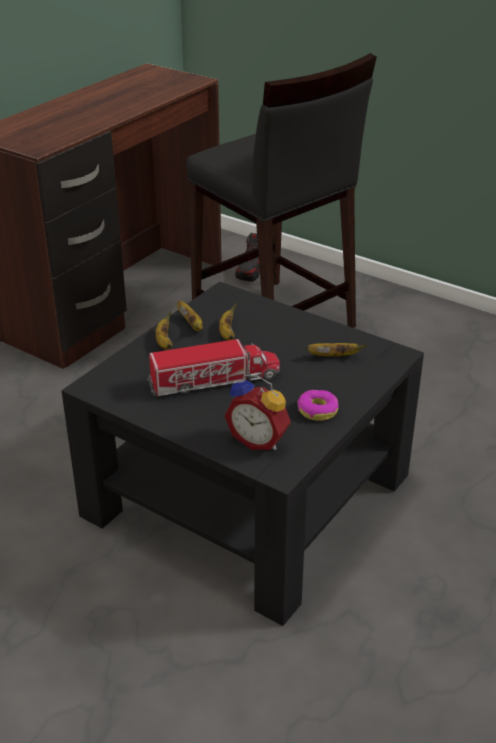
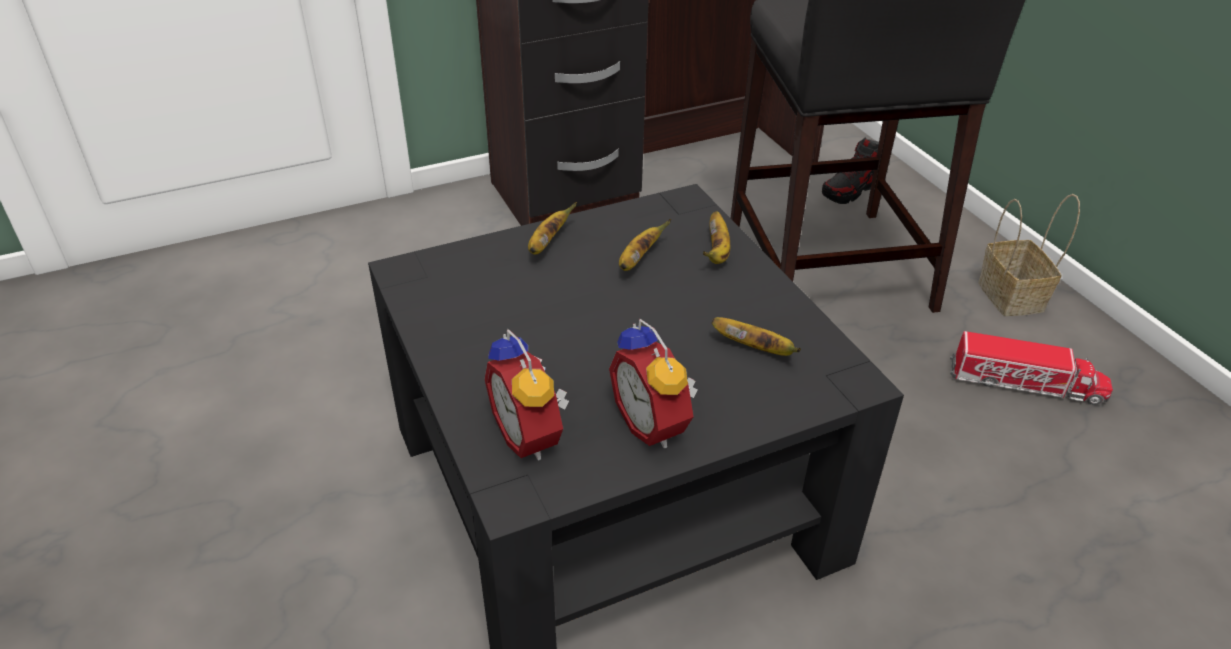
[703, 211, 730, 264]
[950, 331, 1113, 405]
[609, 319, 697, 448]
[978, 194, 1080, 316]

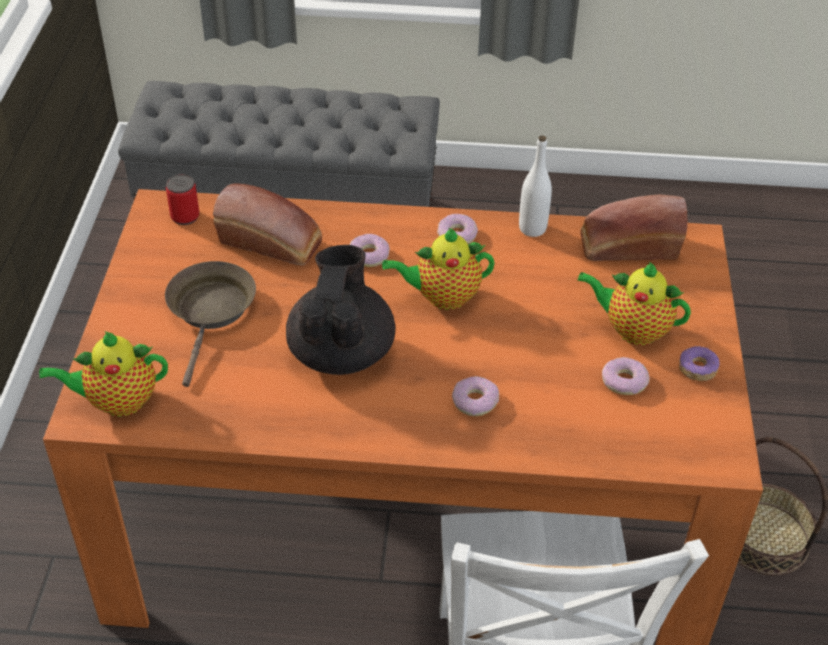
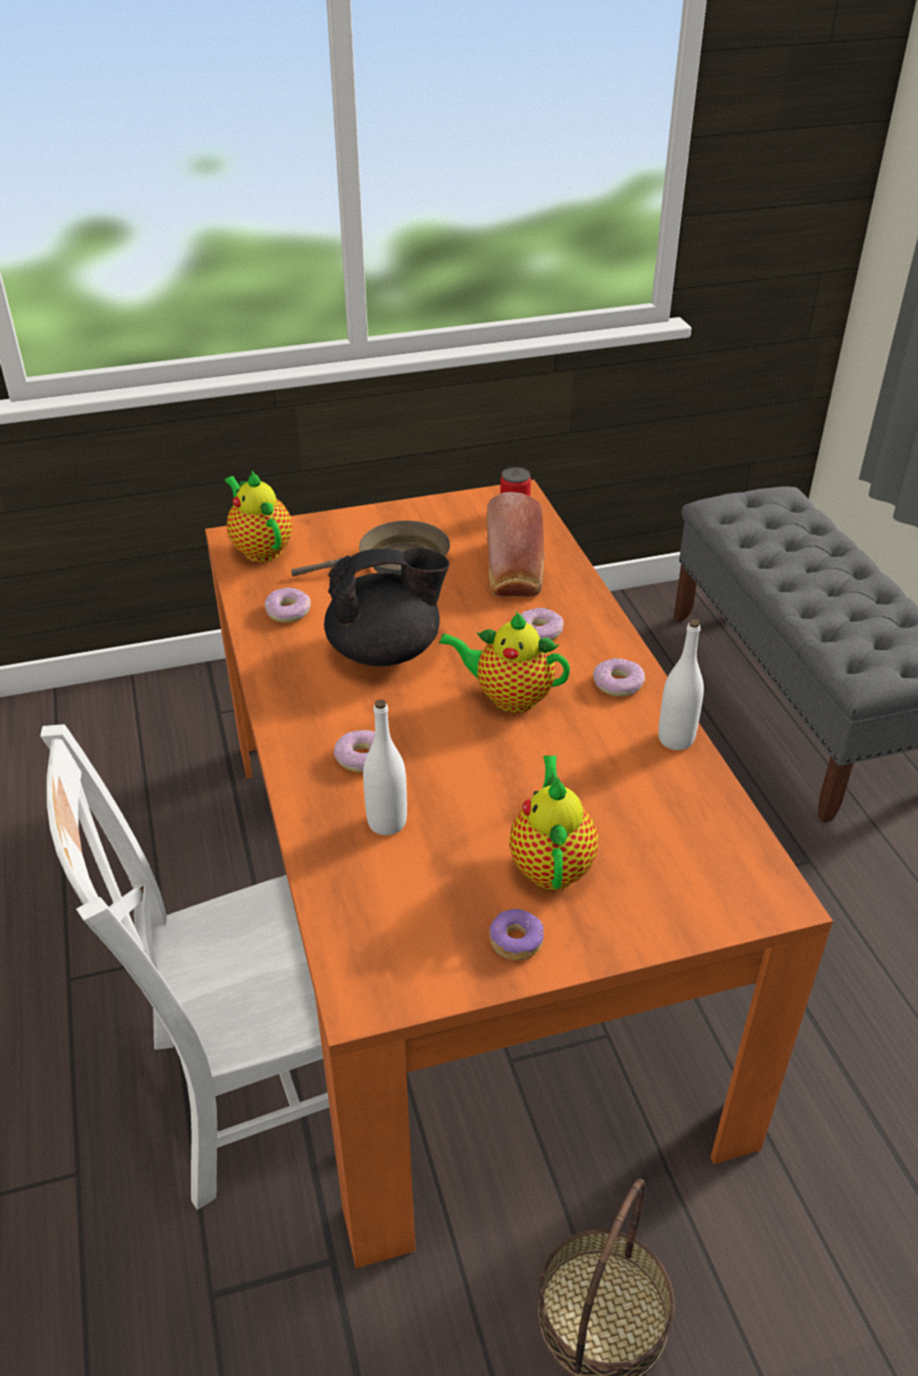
[580, 195, 688, 261] (first image)
[439, 611, 570, 713]
[264, 588, 311, 623]
[363, 699, 407, 835]

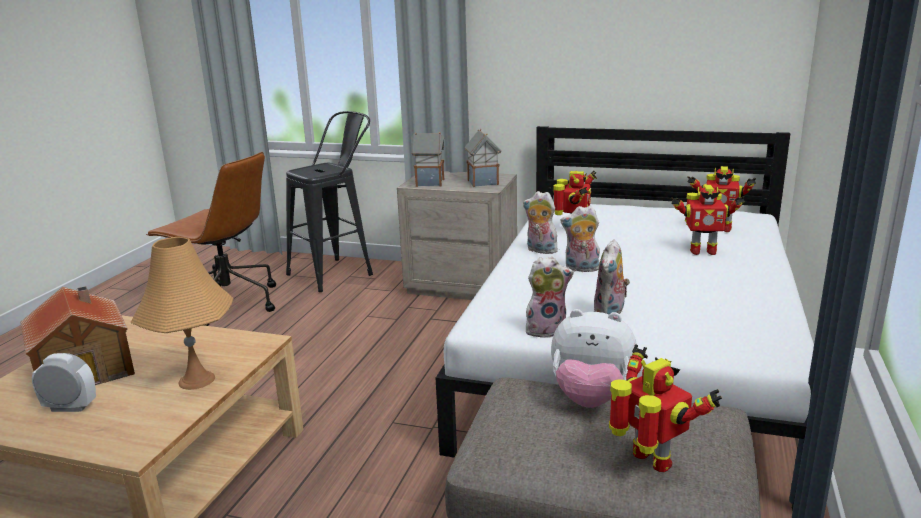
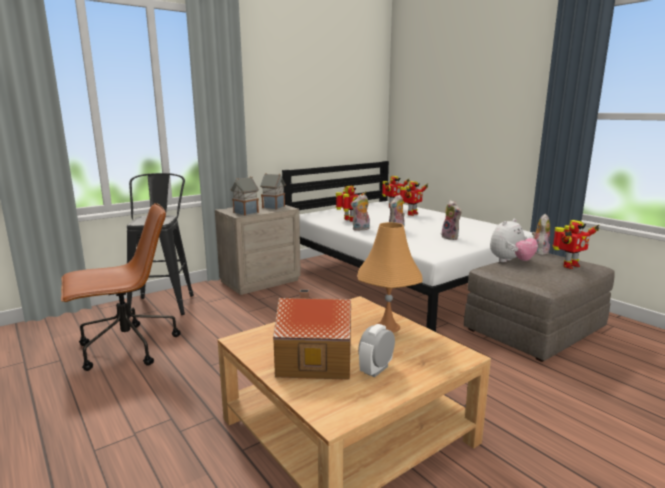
[532, 214, 550, 255]
[553, 220, 599, 269]

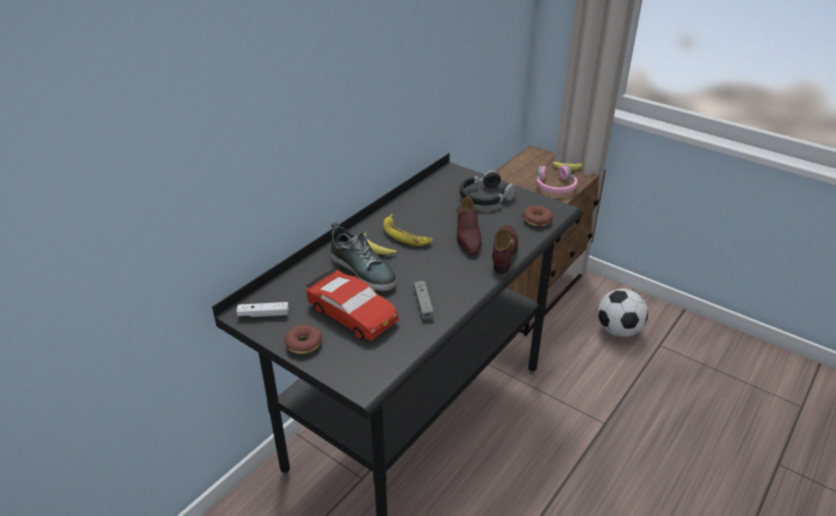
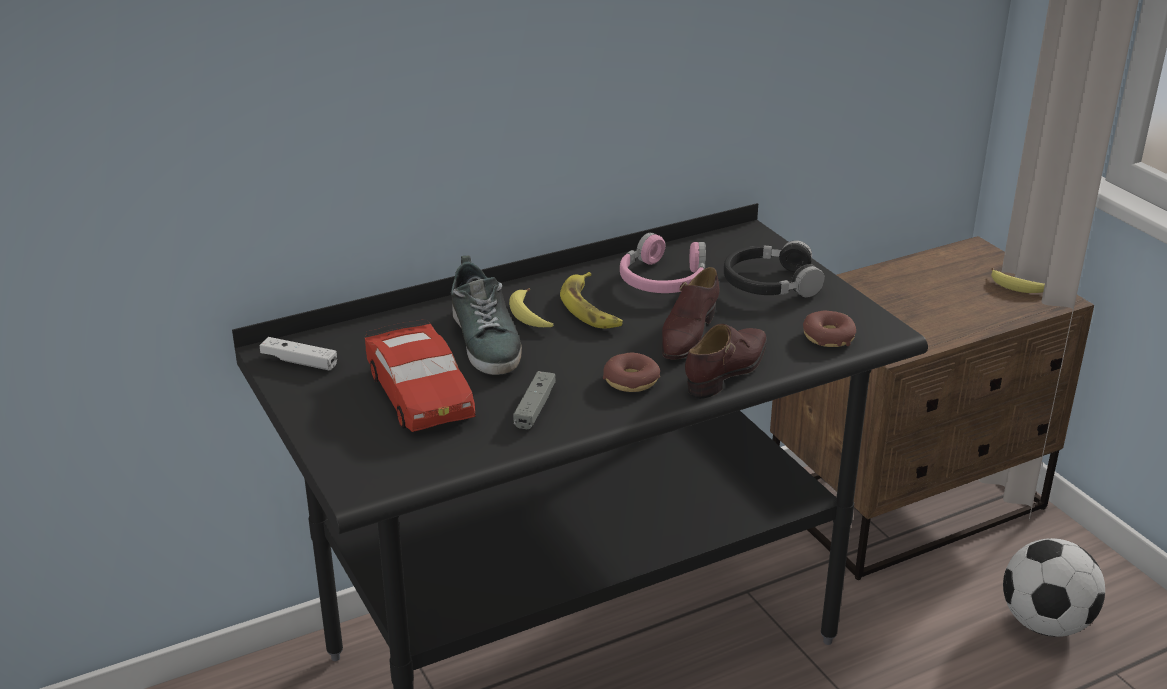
[620, 233, 706, 293]
[603, 353, 660, 392]

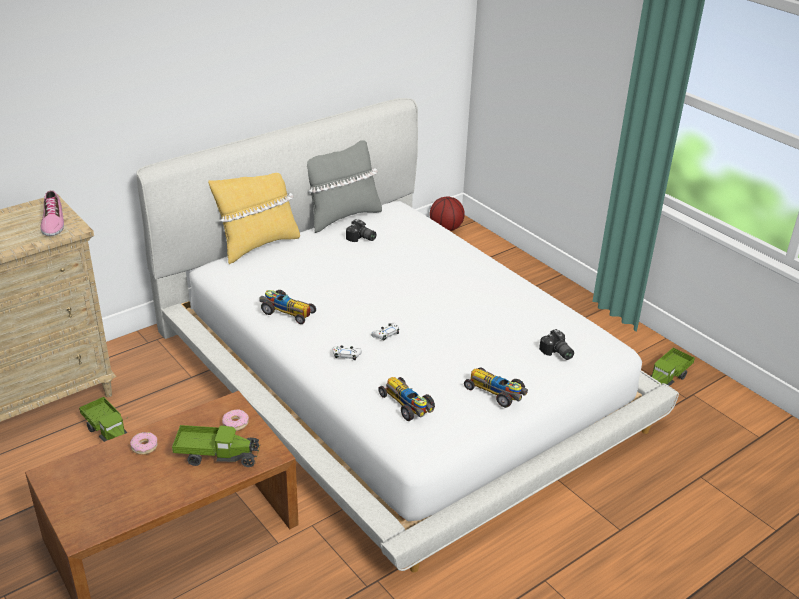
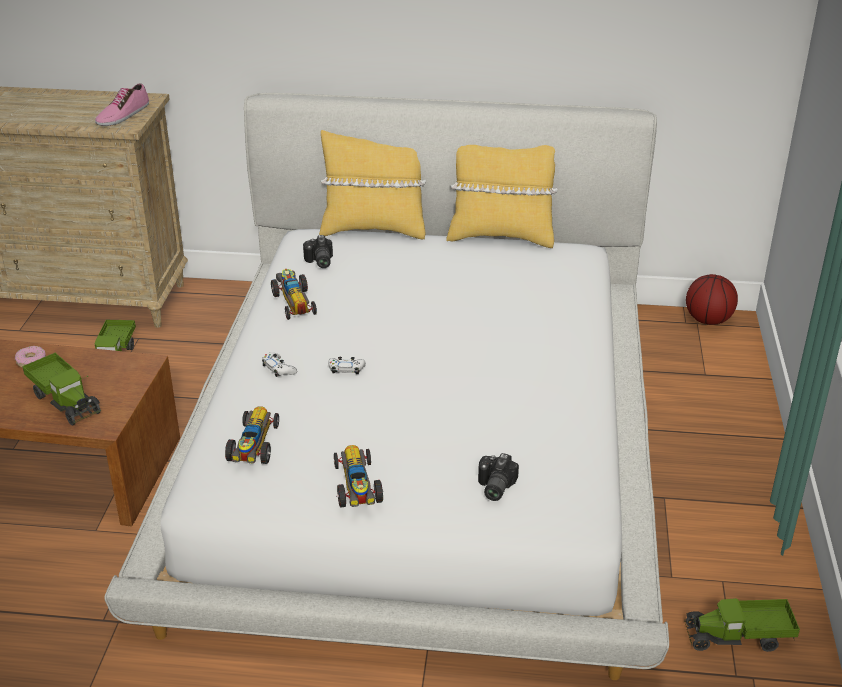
[446, 145, 558, 248]
[303, 235, 333, 268]
[222, 409, 249, 431] (first image)

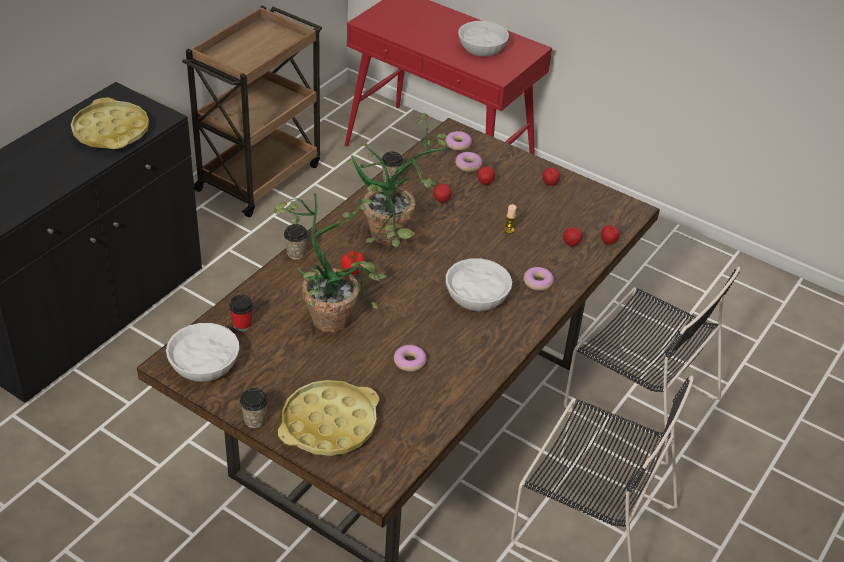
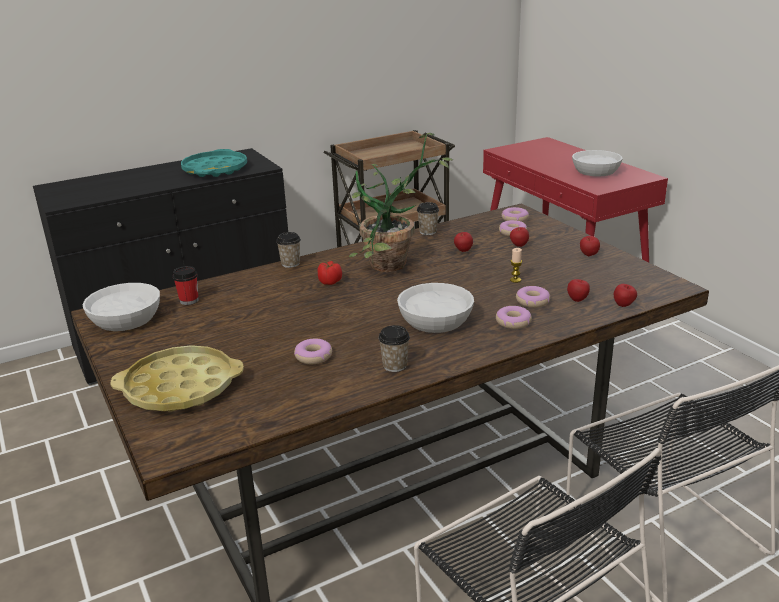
[181, 149, 247, 177]
[273, 193, 387, 333] (first image)
[378, 325, 410, 372]
[516, 286, 550, 308]

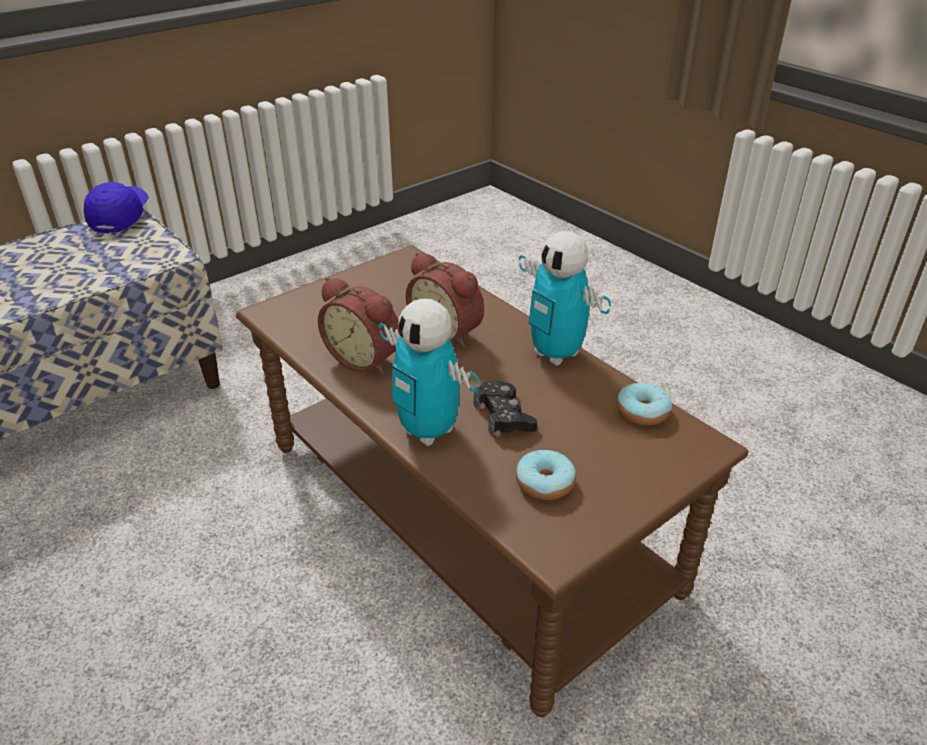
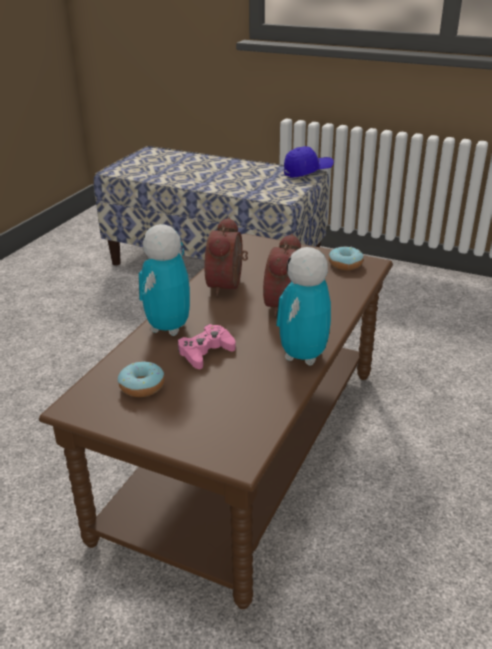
[178, 324, 236, 369]
[329, 246, 363, 270]

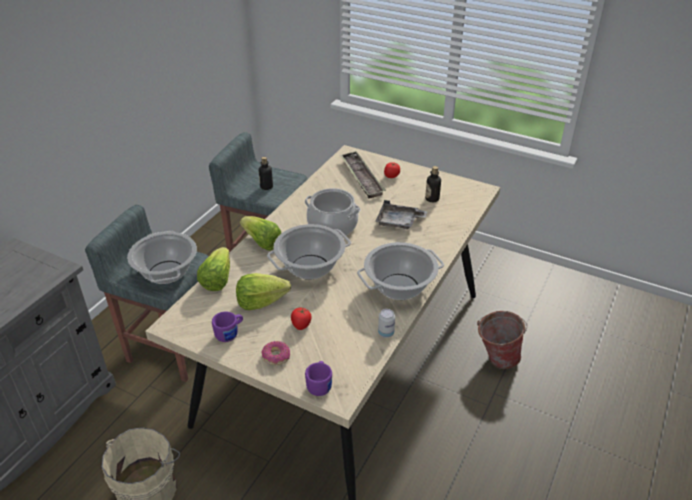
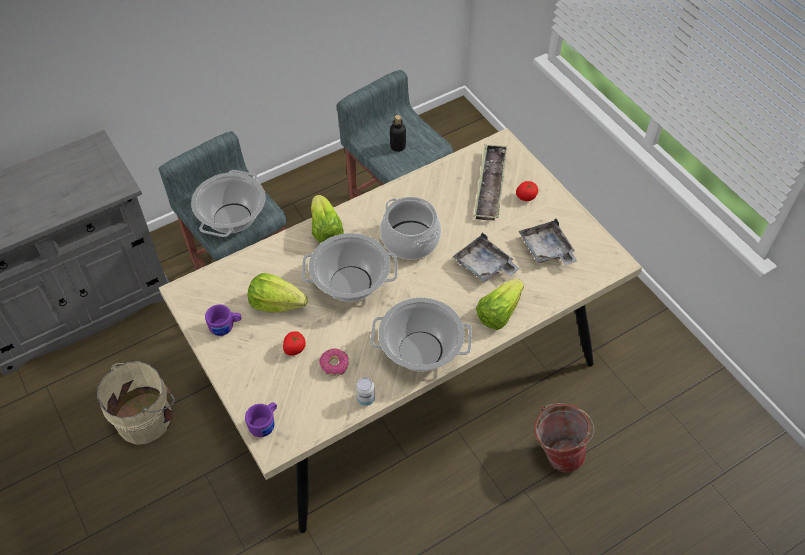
[519, 218, 577, 265]
[476, 279, 524, 330]
[319, 349, 349, 376]

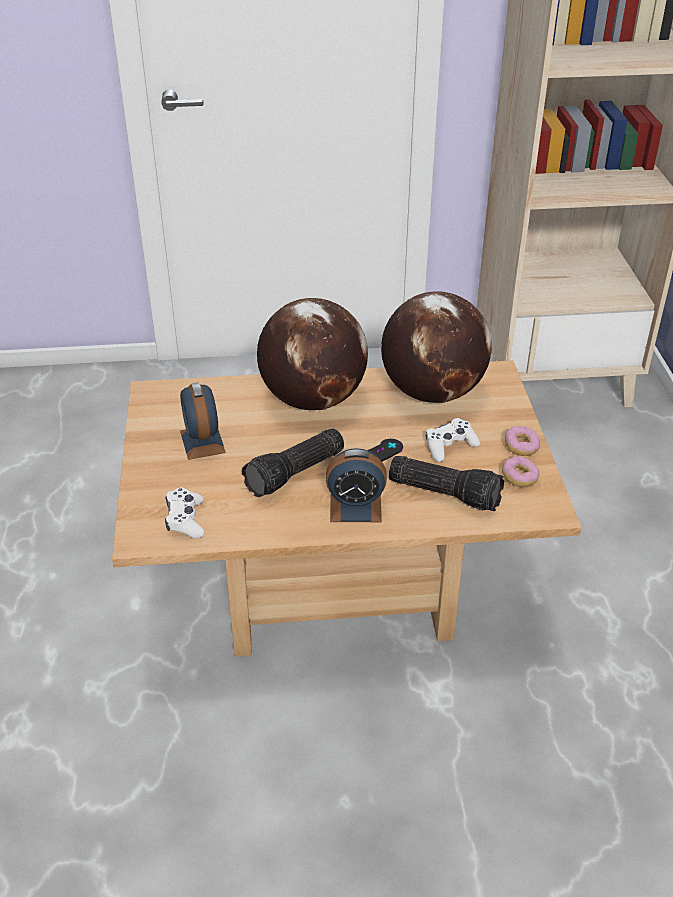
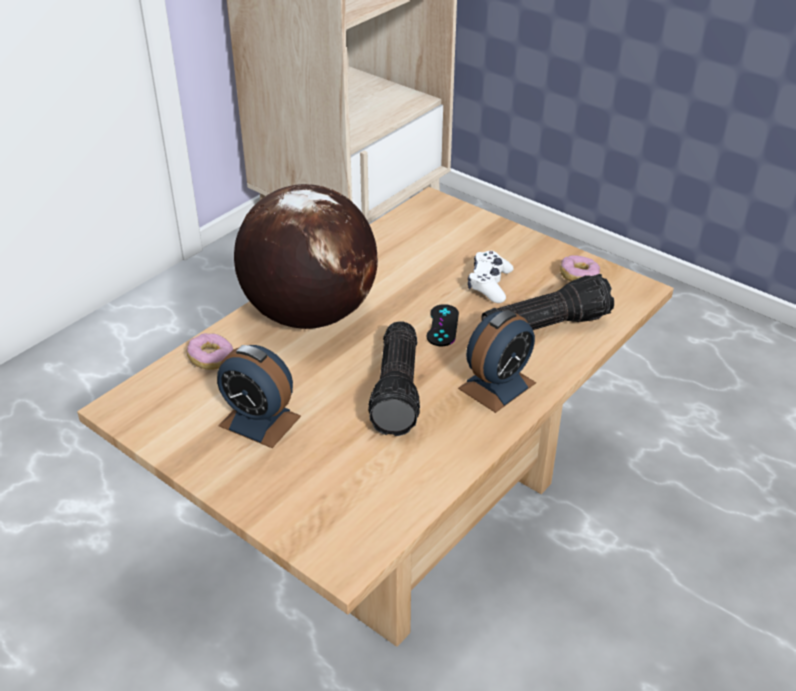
[381, 291, 492, 403] (first image)
[187, 333, 233, 370]
[165, 487, 205, 538] (first image)

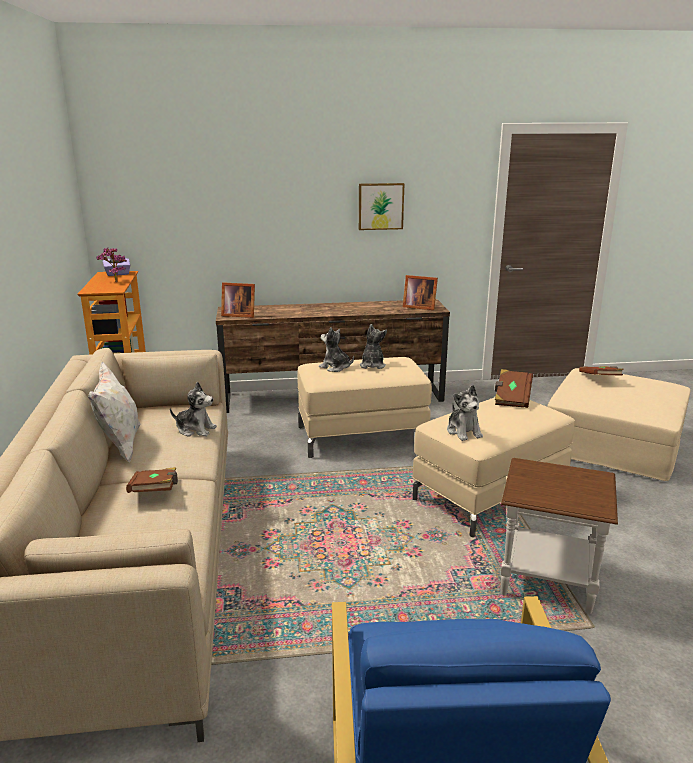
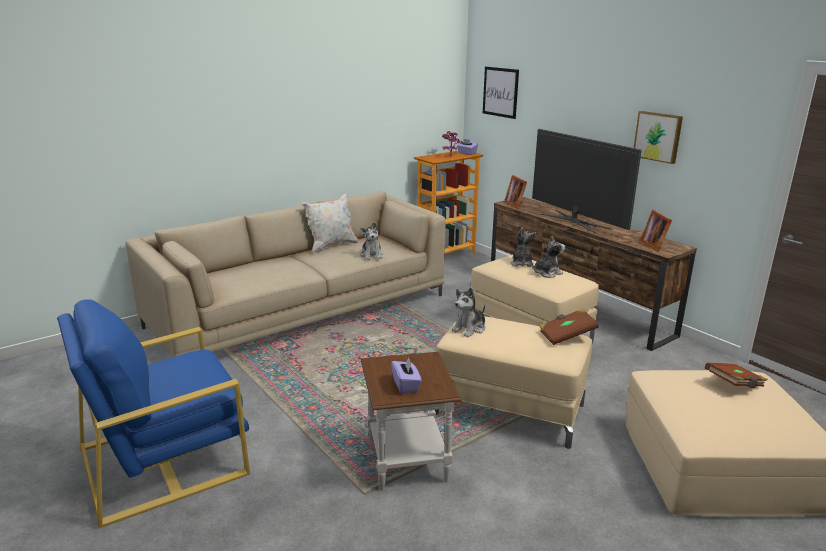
[126, 467, 178, 493] (first image)
[483, 67, 519, 119]
[532, 129, 642, 233]
[391, 357, 422, 394]

